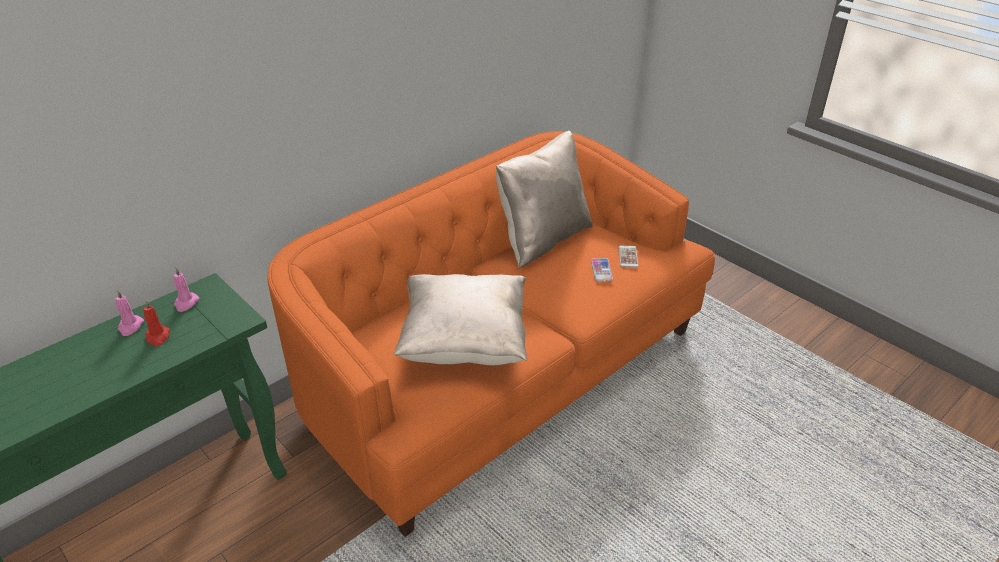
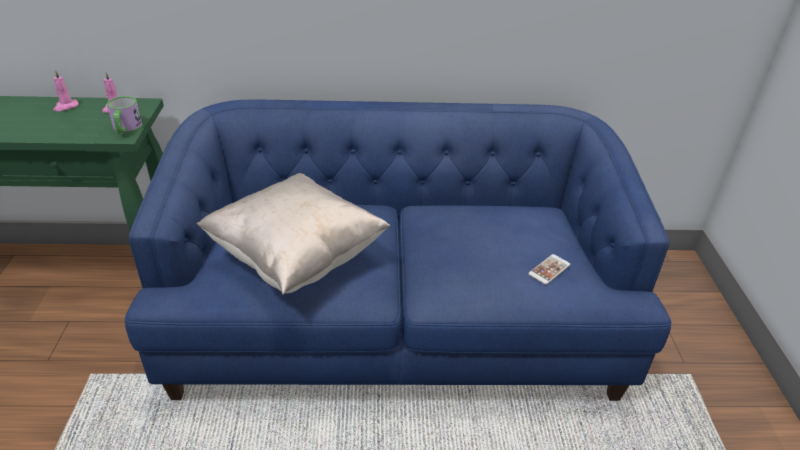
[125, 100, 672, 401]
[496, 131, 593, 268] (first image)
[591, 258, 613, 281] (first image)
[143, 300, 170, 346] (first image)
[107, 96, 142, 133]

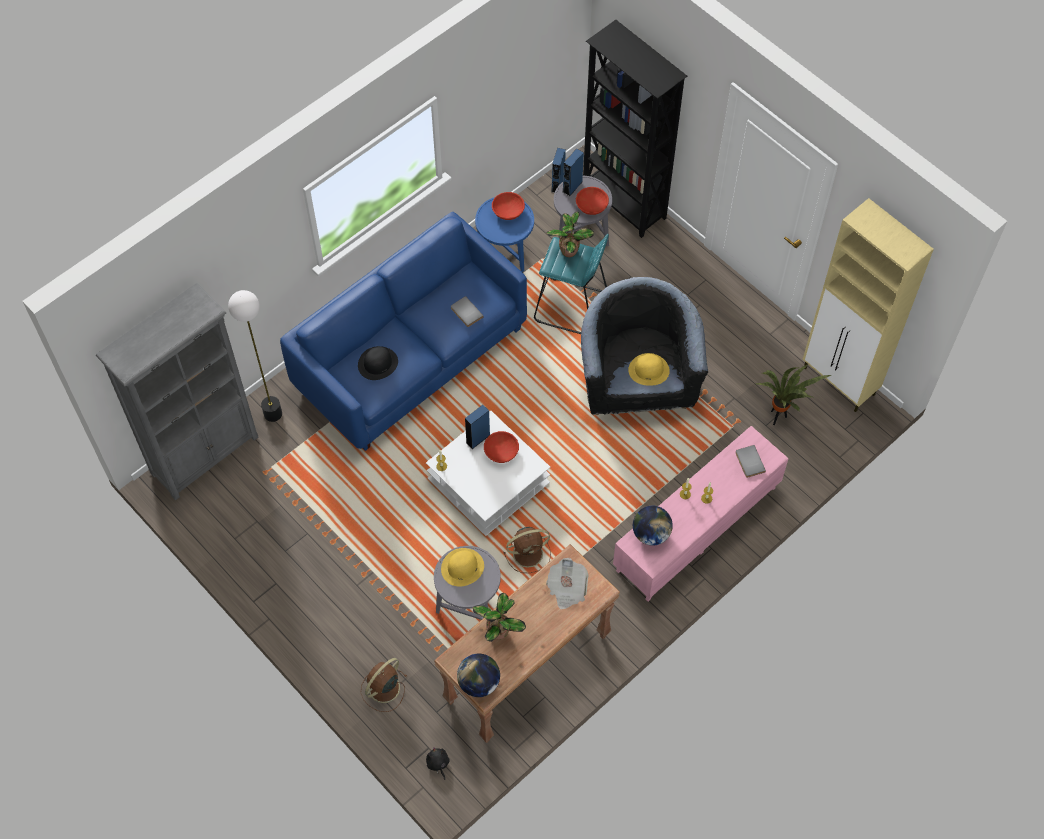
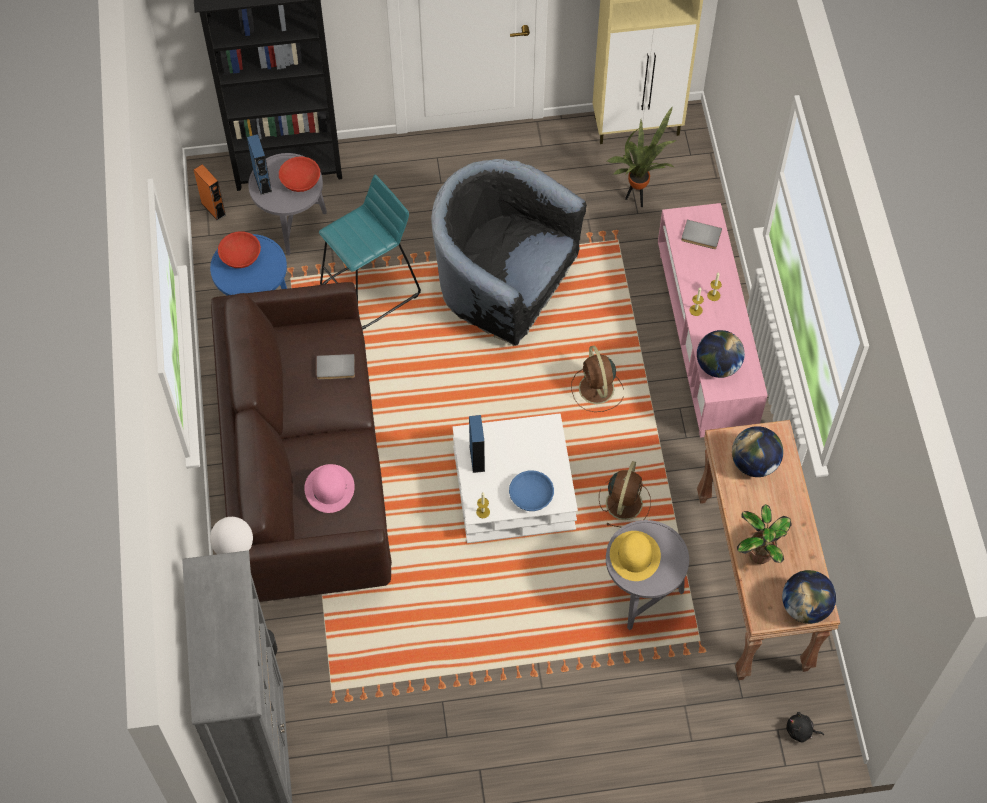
[194, 164, 226, 221]
[211, 282, 392, 602]
[546, 212, 594, 257] (first image)
[304, 464, 355, 513]
[628, 353, 670, 386] (first image)
[484, 431, 519, 463] (first image)
[732, 426, 783, 477]
[571, 346, 624, 412]
[509, 470, 554, 511]

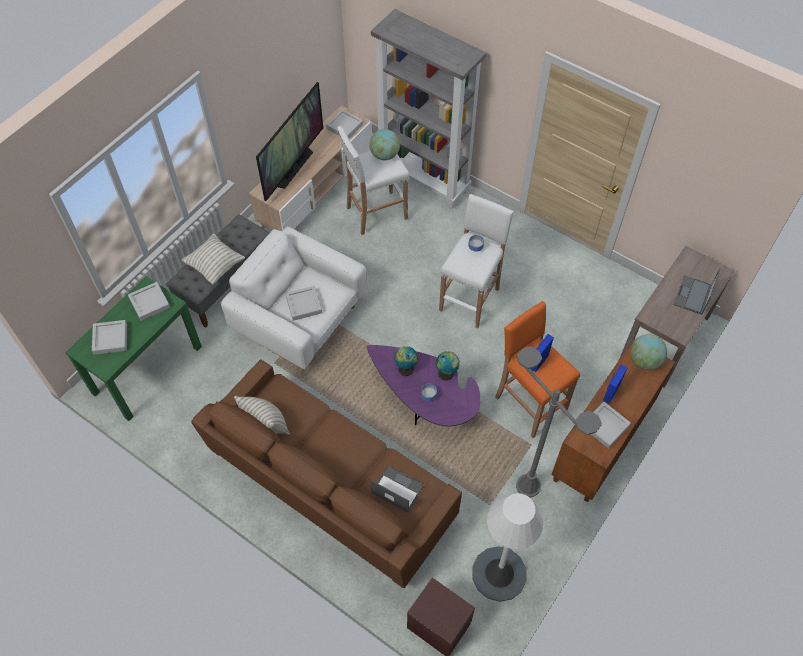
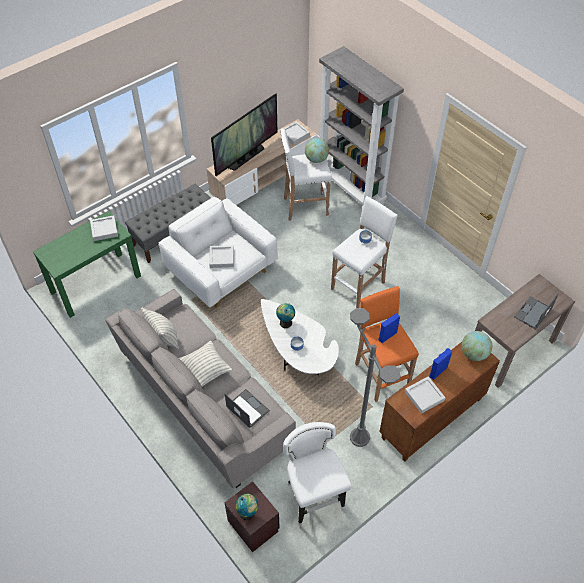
[179, 341, 232, 387]
[92, 320, 127, 355] (first image)
[261, 299, 339, 375]
[235, 493, 258, 520]
[106, 289, 296, 489]
[283, 422, 352, 526]

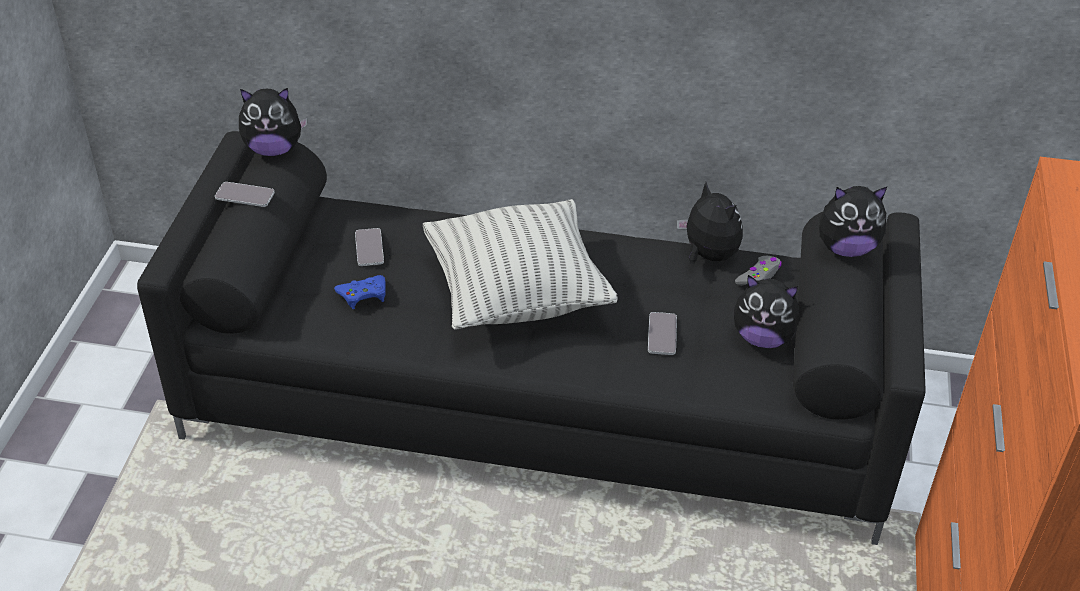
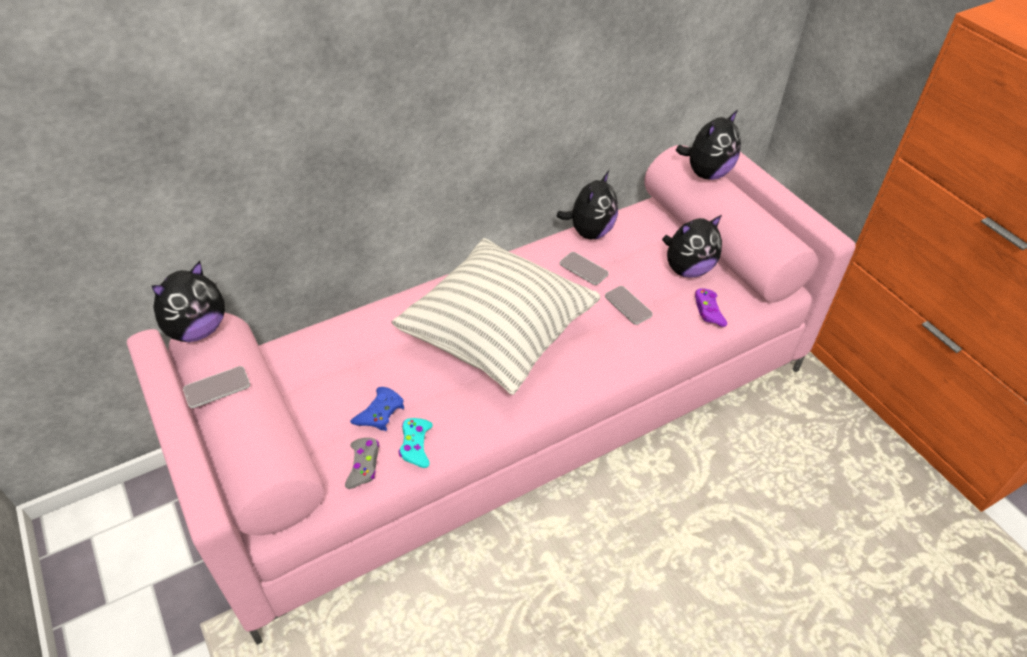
[127, 145, 856, 645]
[557, 171, 618, 240]
[560, 252, 609, 285]
[345, 438, 379, 489]
[695, 288, 727, 327]
[399, 418, 433, 468]

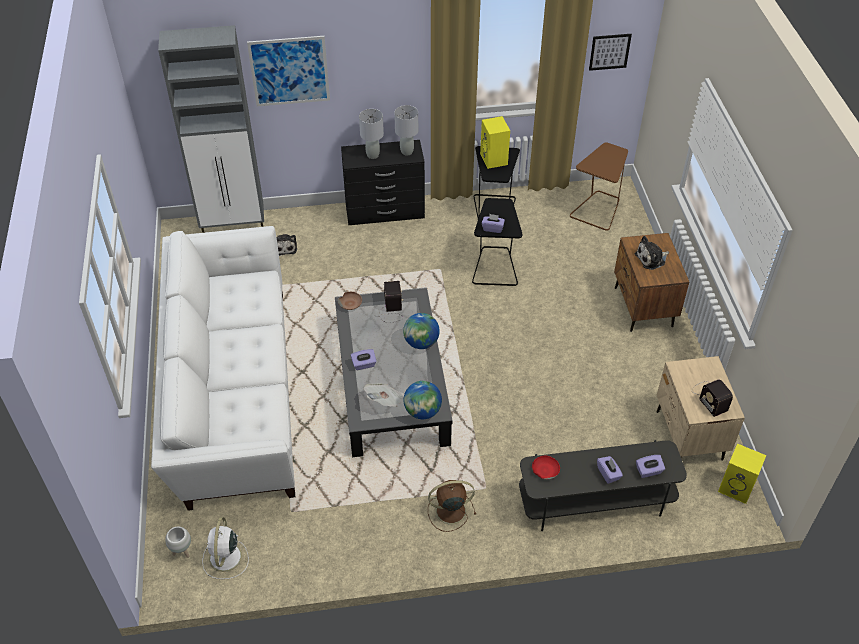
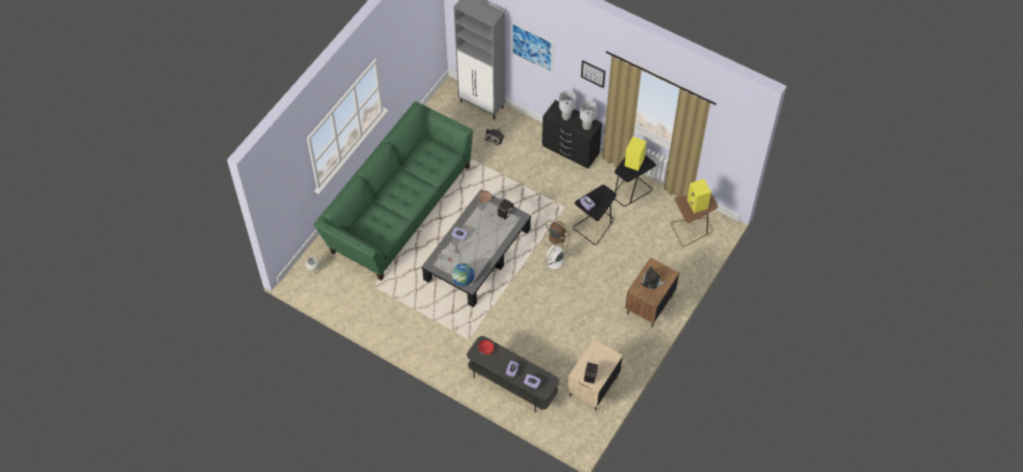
[581, 60, 606, 88]
[313, 101, 473, 280]
[403, 313, 440, 349] (first image)
[687, 179, 711, 213]
[543, 220, 570, 247]
[541, 242, 567, 274]

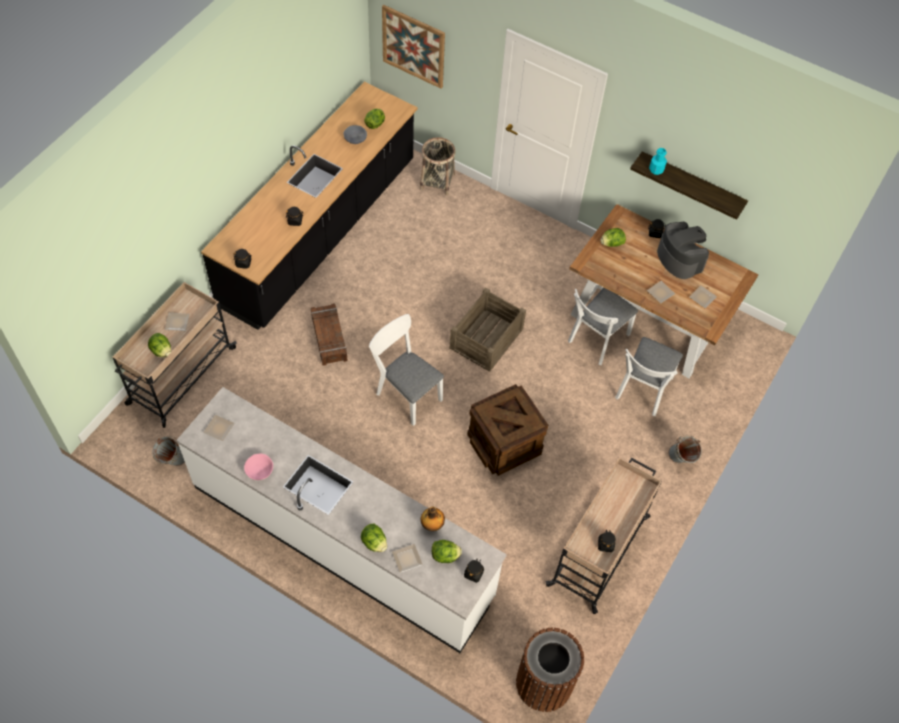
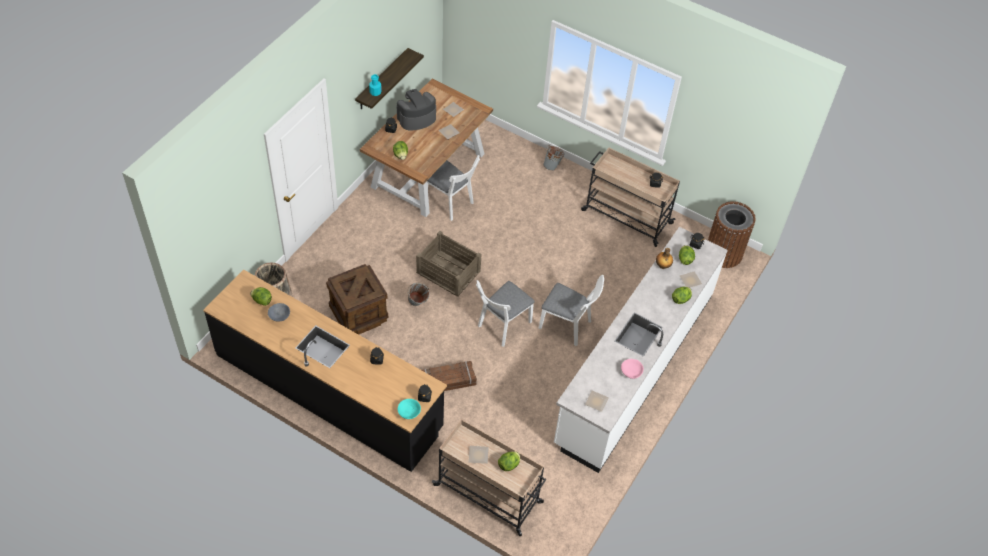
[382, 4, 445, 89] (first image)
[539, 275, 604, 346]
[326, 264, 388, 335]
[407, 283, 430, 306]
[398, 399, 421, 419]

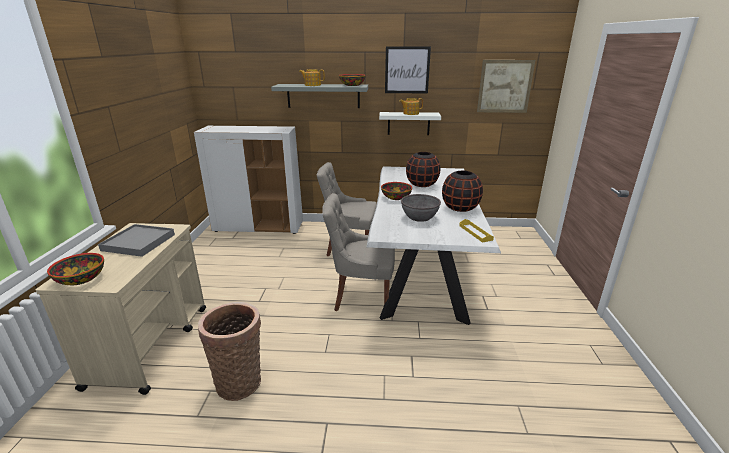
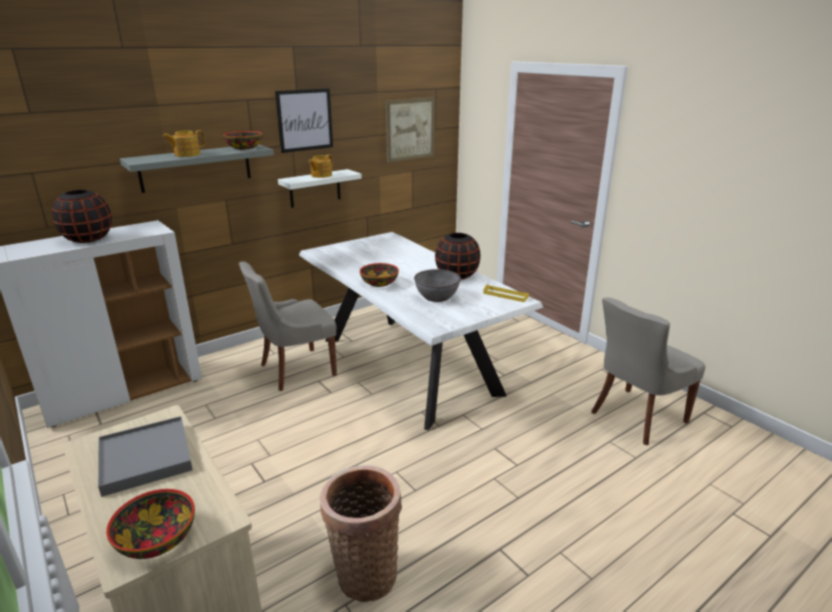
[52, 190, 112, 243]
[591, 297, 705, 445]

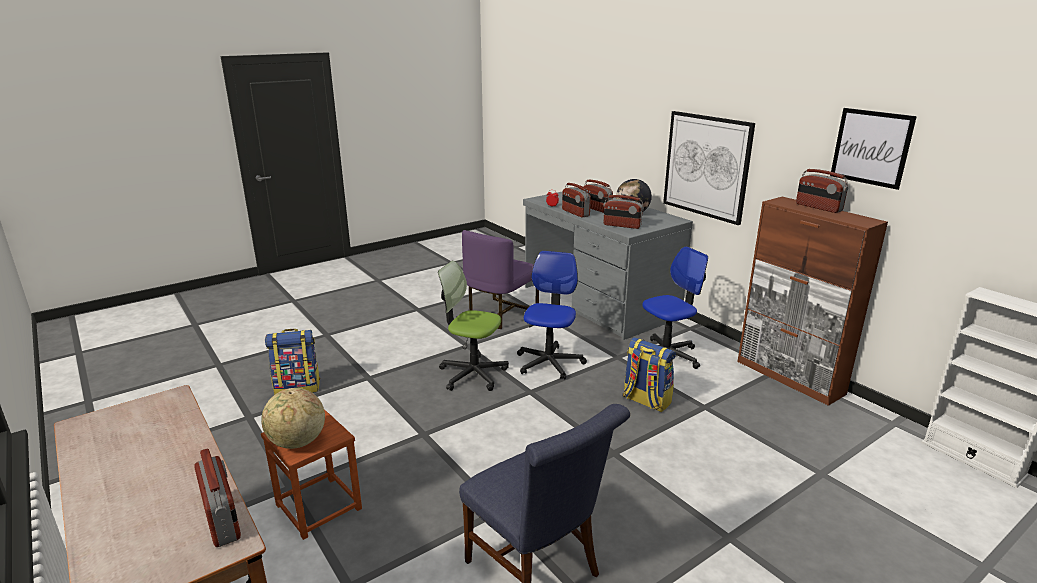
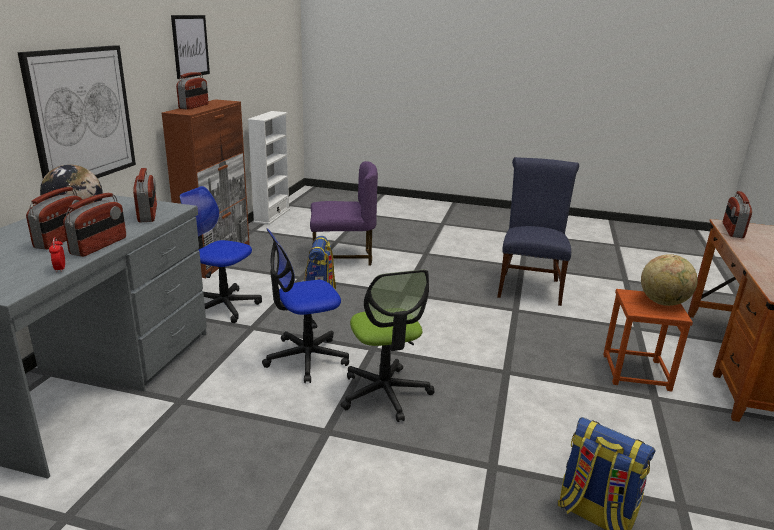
[310, 161, 378, 265]

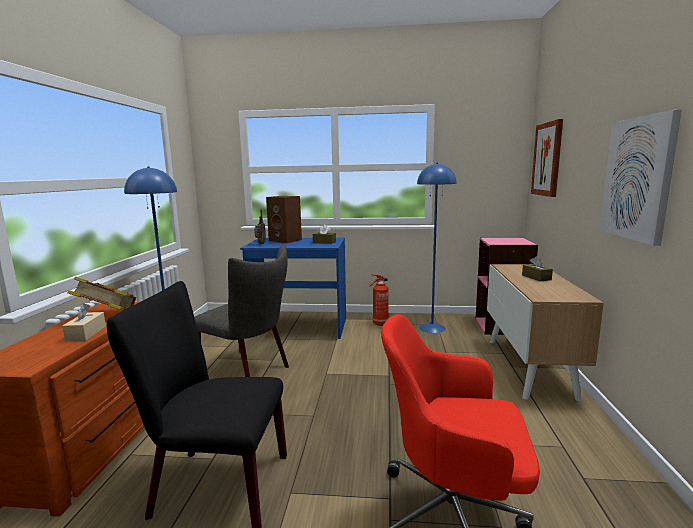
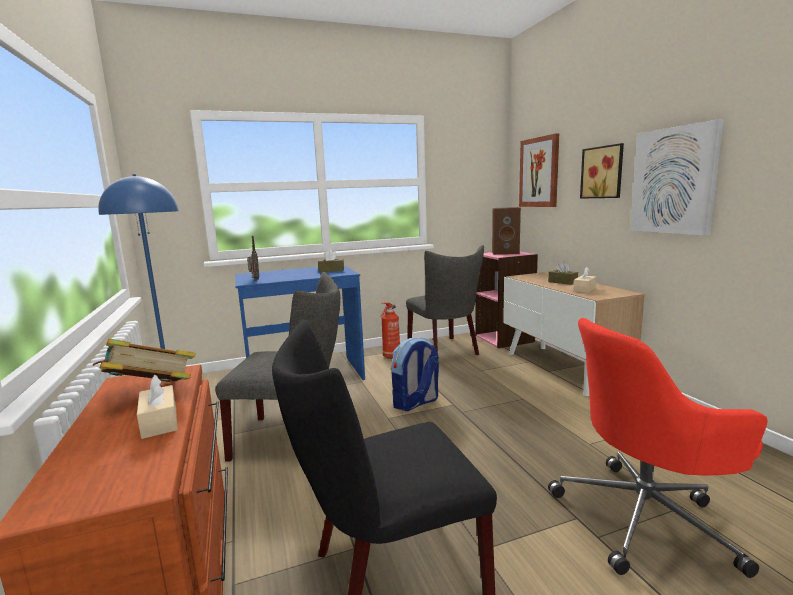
[406, 245, 484, 355]
[492, 207, 521, 255]
[580, 143, 624, 199]
[573, 267, 596, 293]
[391, 337, 439, 411]

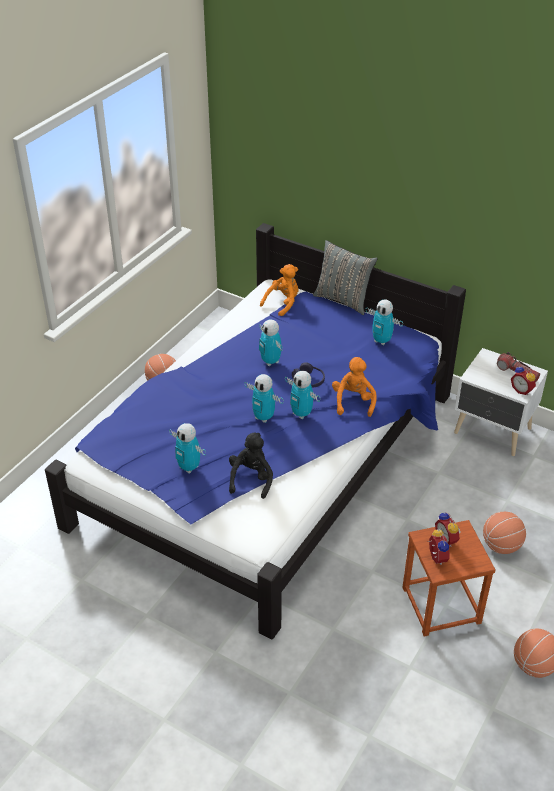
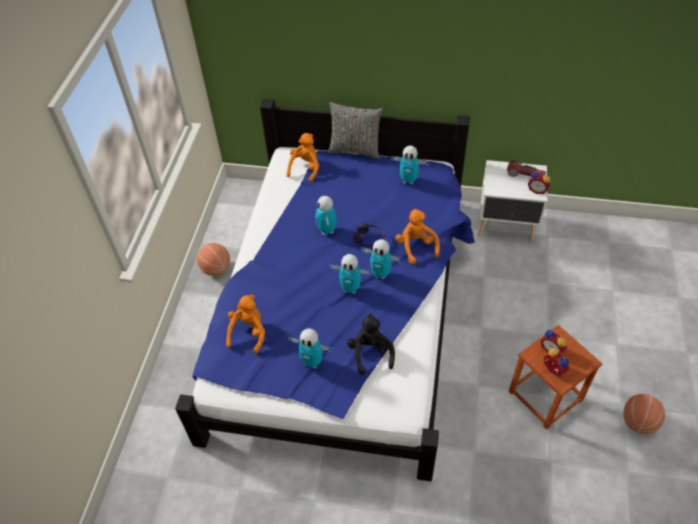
[316, 196, 336, 235]
[483, 512, 526, 554] (first image)
[226, 294, 265, 354]

